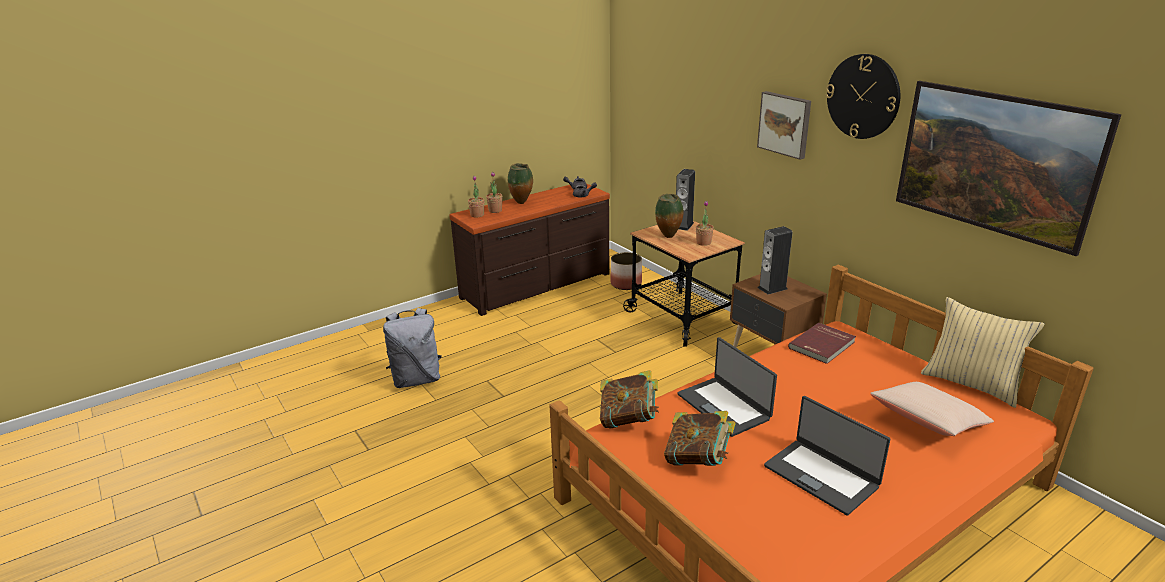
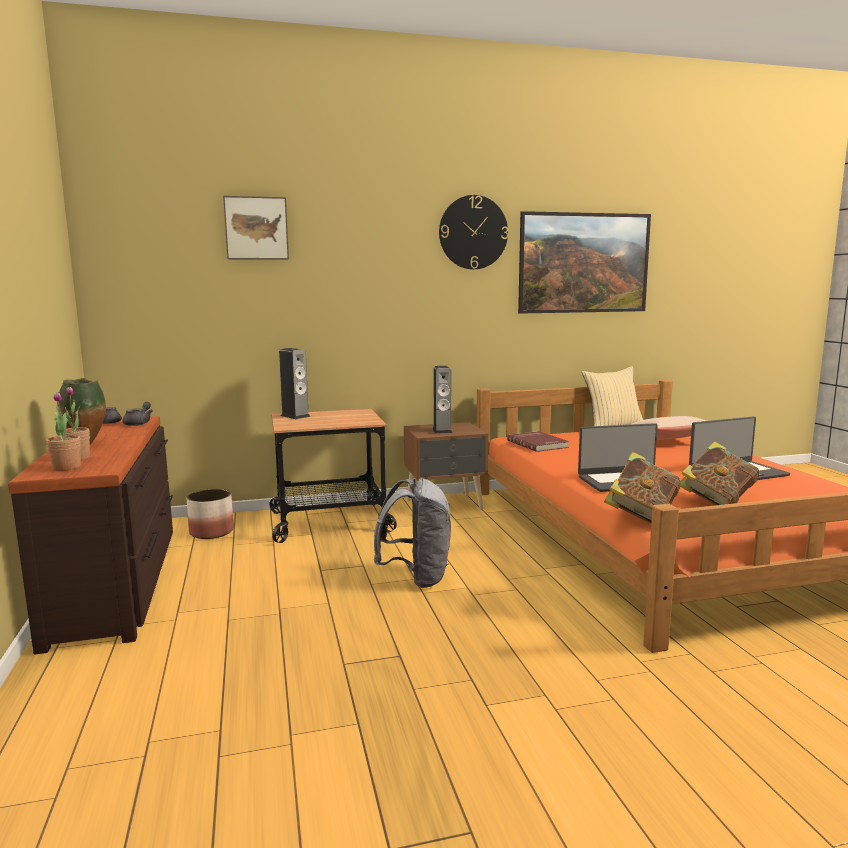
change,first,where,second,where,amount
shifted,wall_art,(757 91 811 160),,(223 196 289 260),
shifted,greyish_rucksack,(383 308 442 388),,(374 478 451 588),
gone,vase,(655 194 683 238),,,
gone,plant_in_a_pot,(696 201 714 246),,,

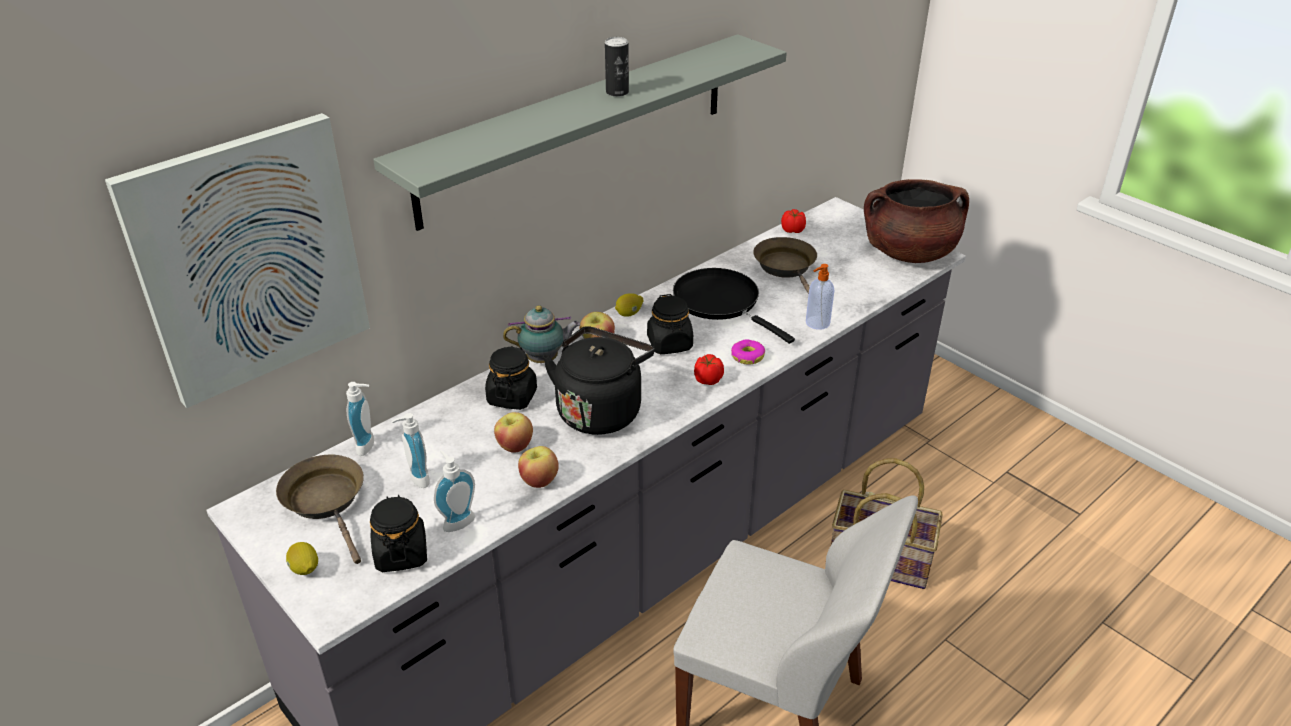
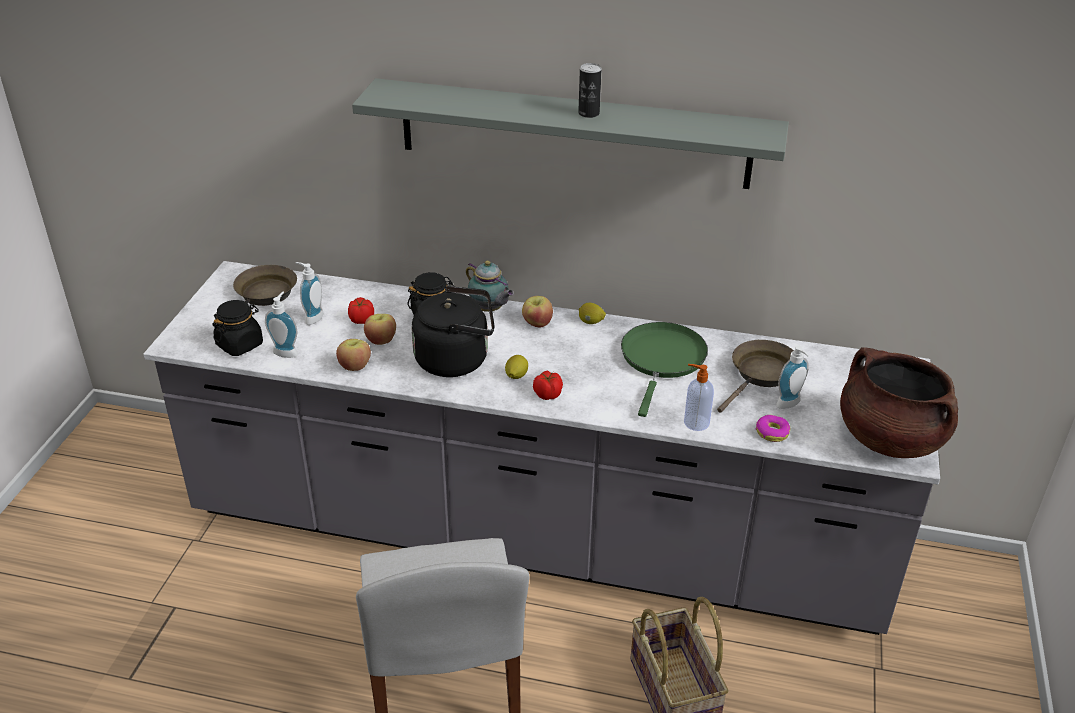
change,first,where,second,where,amount
shifted,tomato,(781 209 806 233),,(348 297 374 324),
shifted,lemon,(286 542 318 575),,(505 355 528 379),
repainted,black-coloured_skillet,(673 268 795 344),greenish_skillet,(621 322 708 417),
shifted,ring_doughnut,(731 339 765 365),,(756 415 790 442),
shifted,soap_dispenser,(346 382 374 456),,(776 345 809 409),
gone,wall_art,(105 113 370 408),,,
gone,black-coloured_jar,(647 294 693 354),,,

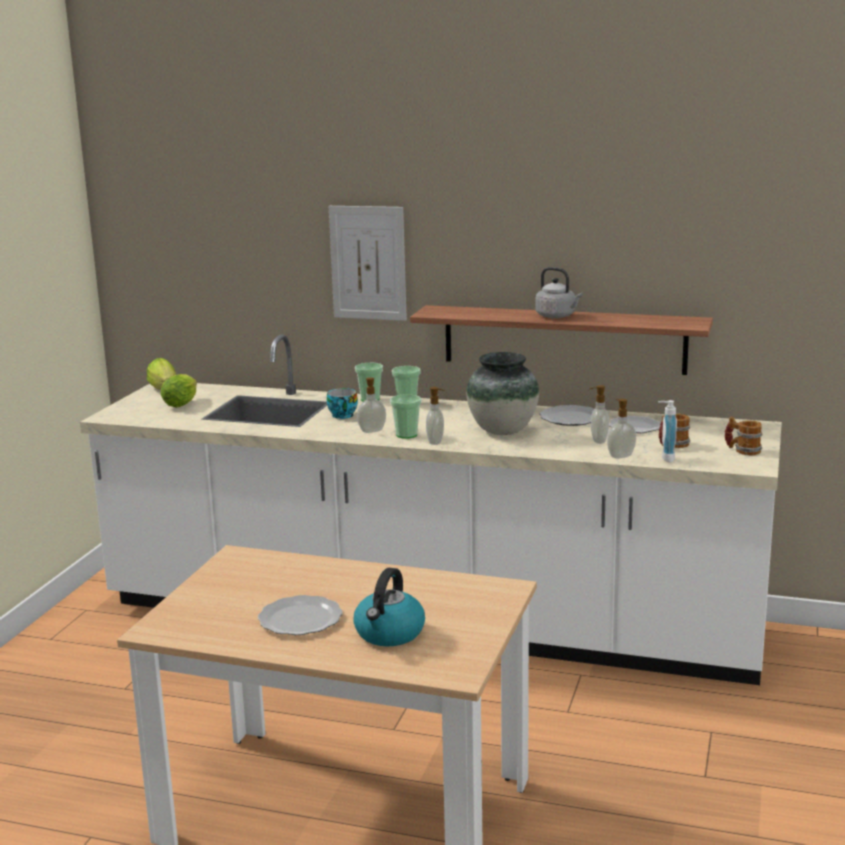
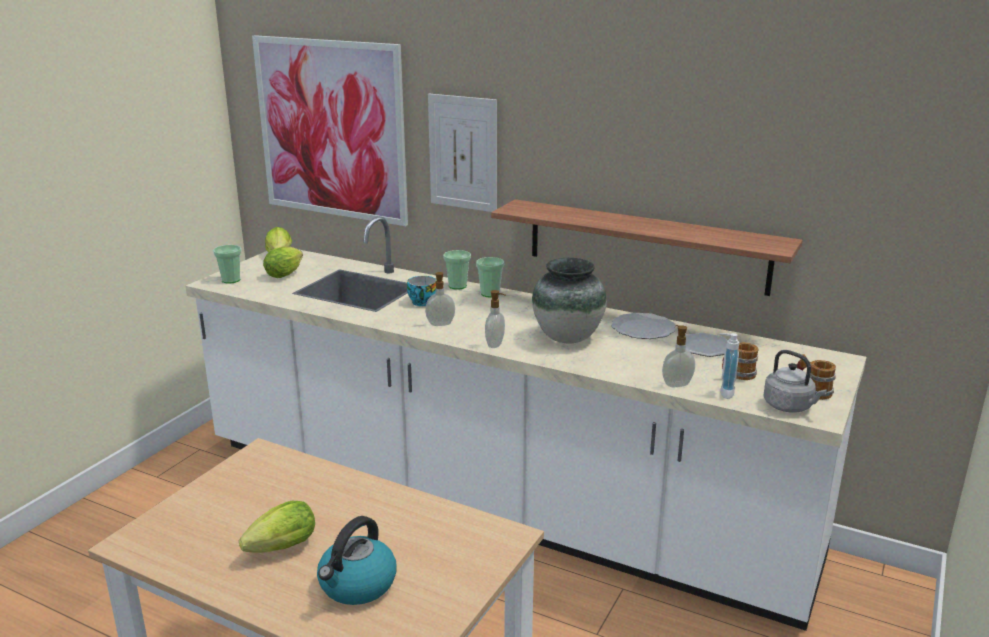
change,first,where,second,where,amount
shifted,cup,(390 394 421 439),,(213 245 242 284),
swapped,flat_dish,(258 595 343 635),head_of_lettuce,(239 501 315 553),
new,,,wall_art,(252 35 408 226),
shifted,greyish_water_kettle,(535 267 583 318),,(764 350 827 413),
gone,soap_dispenser,(590 385 609 444),,,

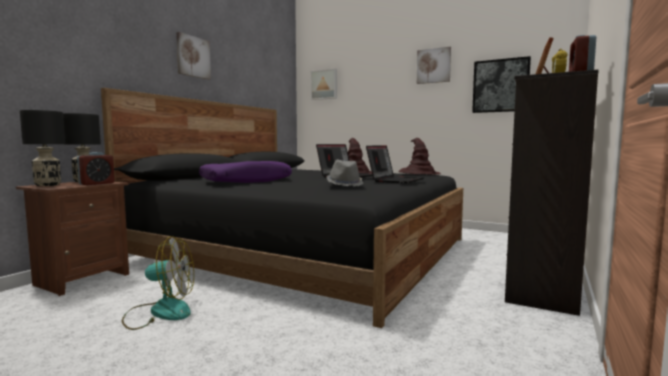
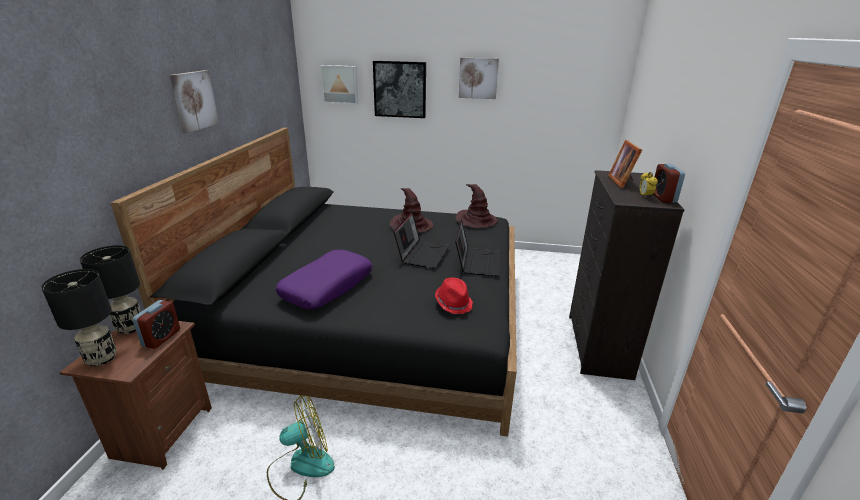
change,first,where,second,where,amount
shifted,wall_art,(472 56 531 113),,(373 61 426 118),
repainted,greyish_wearable_hat,(326 159 363 186),red_wearable_hat,(435 277 473 314),

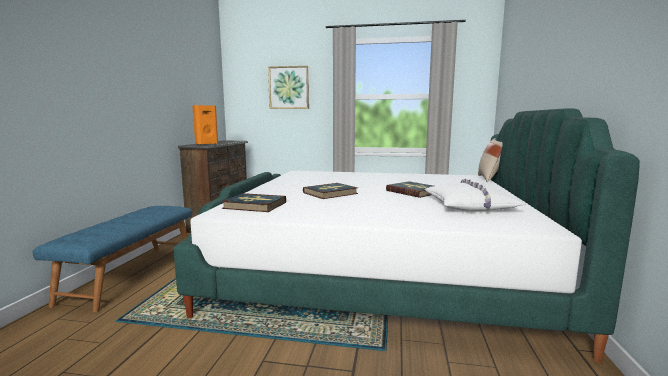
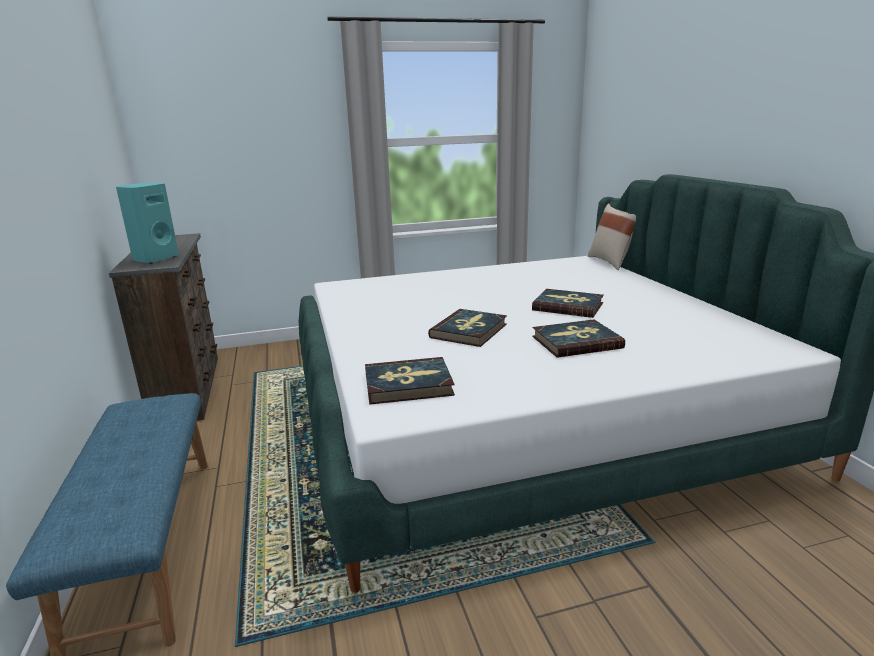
change,first,where,second,where,amount
repainted,orangey_speaker,(193 105 218 145),blue-green_speaker,(116 183 179 264),
new,,,book,(532 319 625 358),
gone,wall_art,(268 66 309 109),,,
gone,whitish_cushion,(425 179 527 211),,,

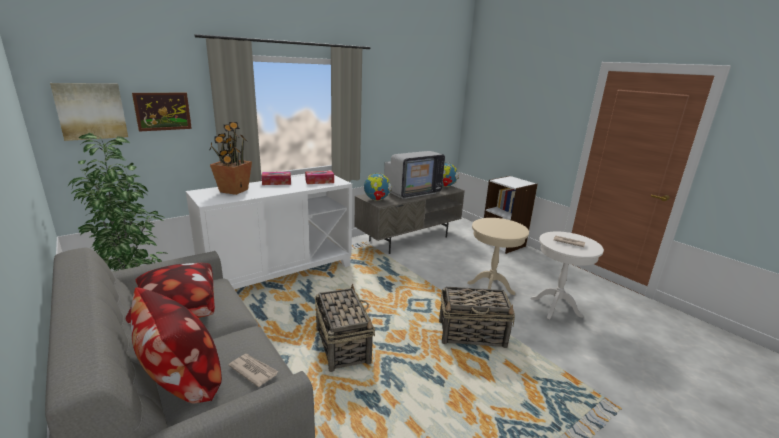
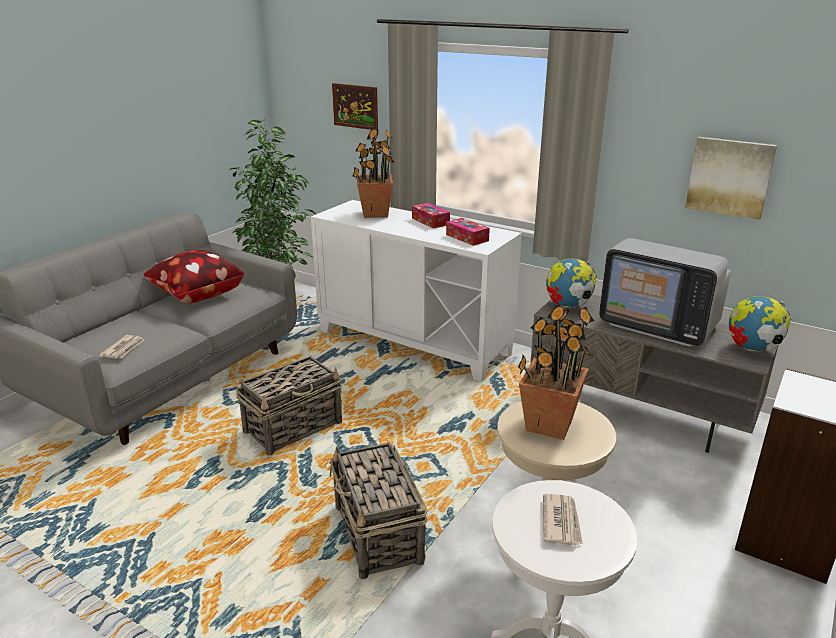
change,first,where,second,where,amount
new,,,plant_in_a_pot,(518 304 595 440),
shifted,wall_art,(50 83 128 141),,(685 137 777 220),
gone,cushion,(131 287 222 404),,,

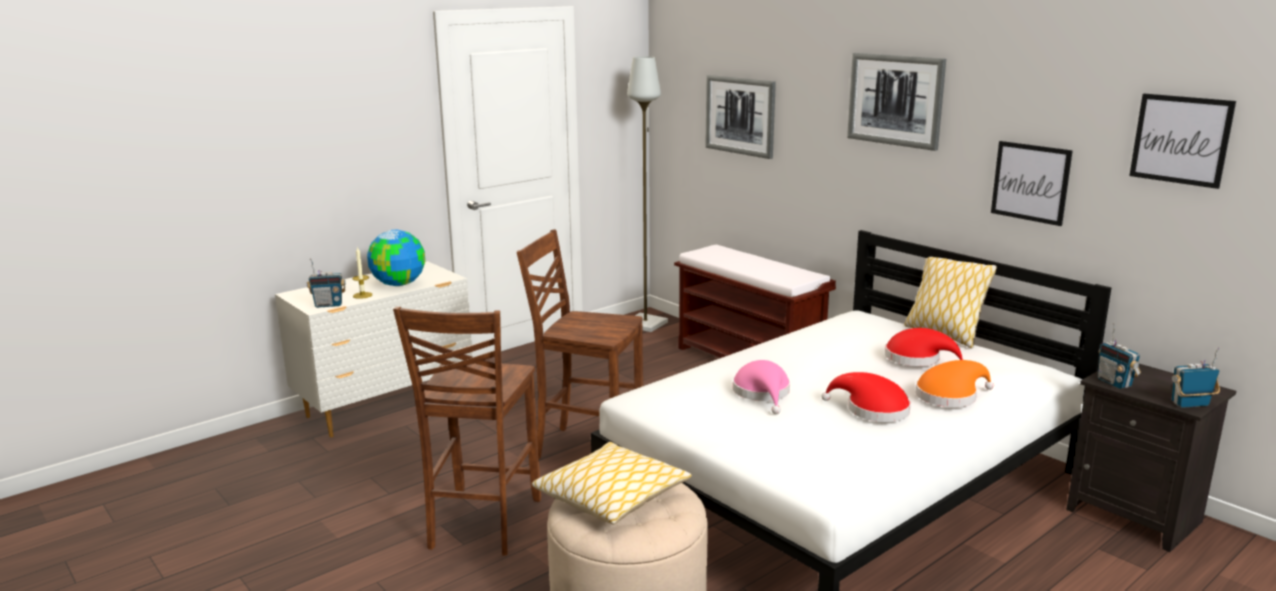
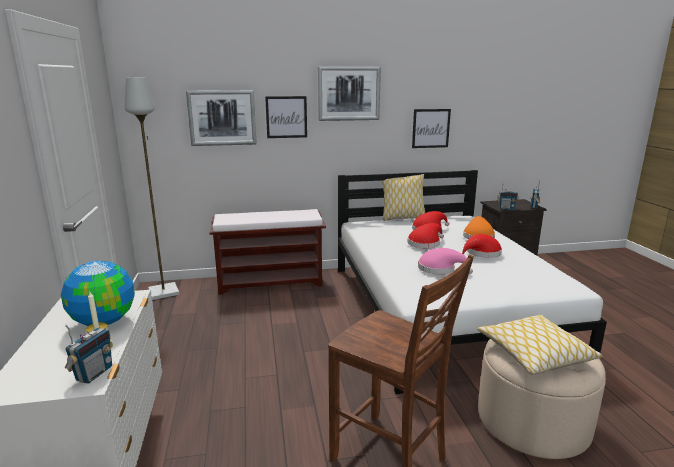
change,first,where,second,where,amount
shifted,wall_art,(1129 94 1236 189),,(265 96 307 138),
new,,,red_wearable_hat,(407 223 444 248),
gone,brown-coloured_upright_chair,(517 229 643 459),,,

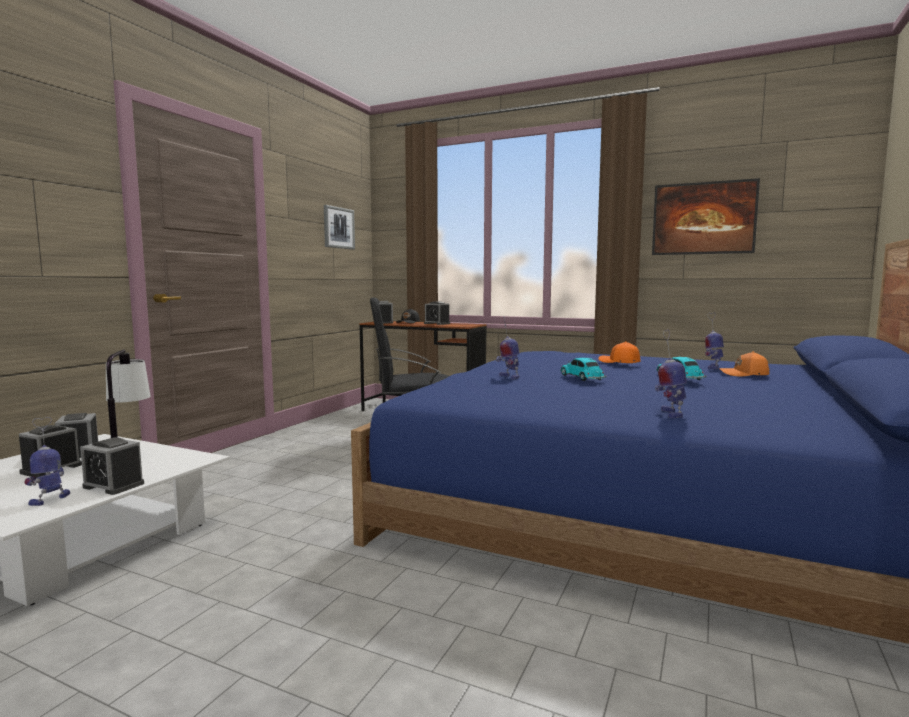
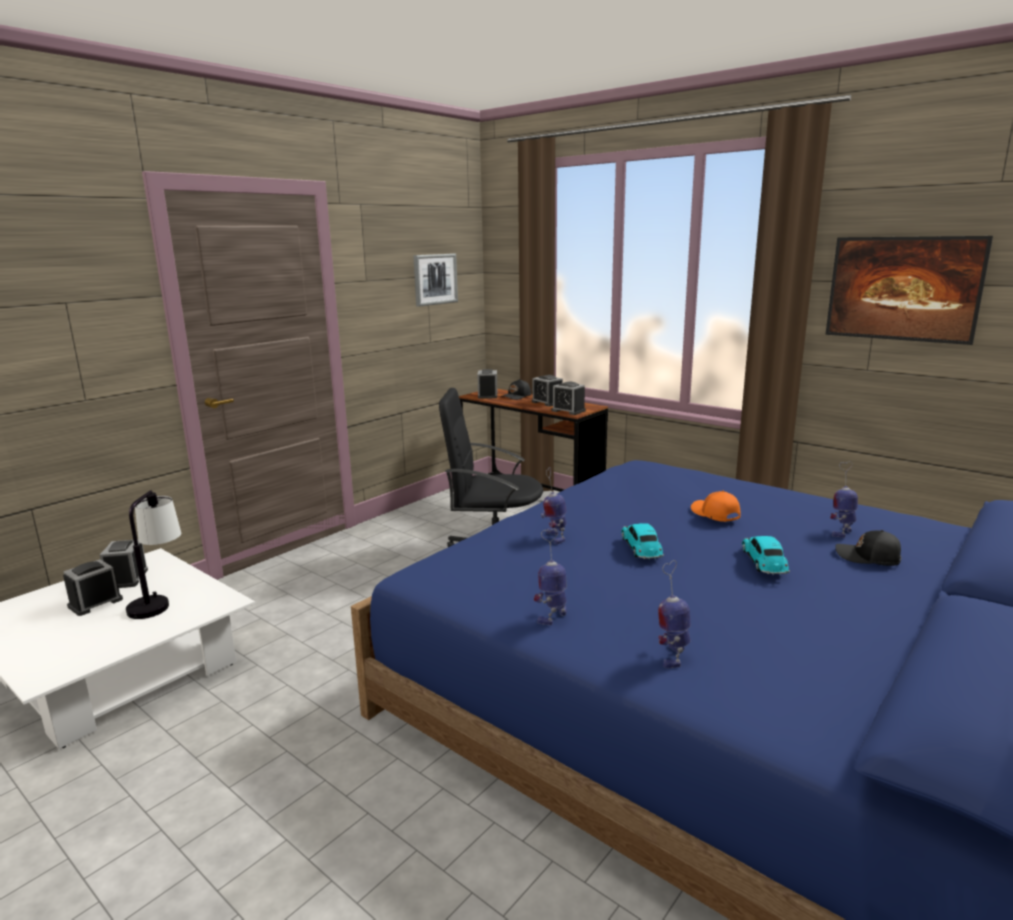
change,first,where,second,where,amount
shifted,model_robot,(25 417 70 506),,(534 529 567 625),
shifted,bedside_clock,(80 437 144 495),,(552 382 586 415),
repainted,orangey_baseball_cap,(719 351 769 376),black-coloured_baseball_cap,(835 530 901 566),

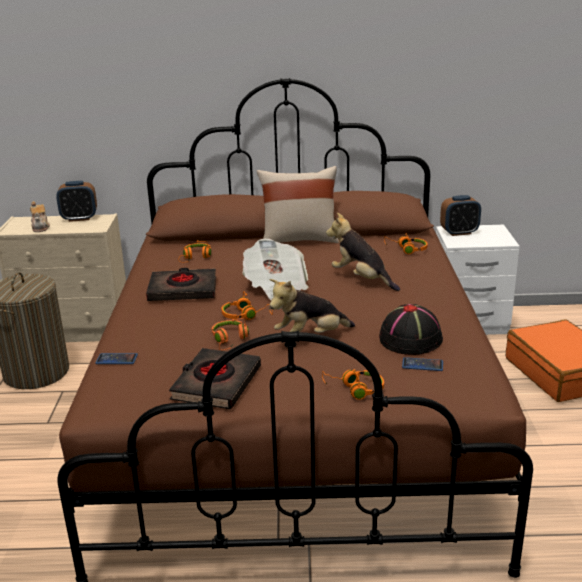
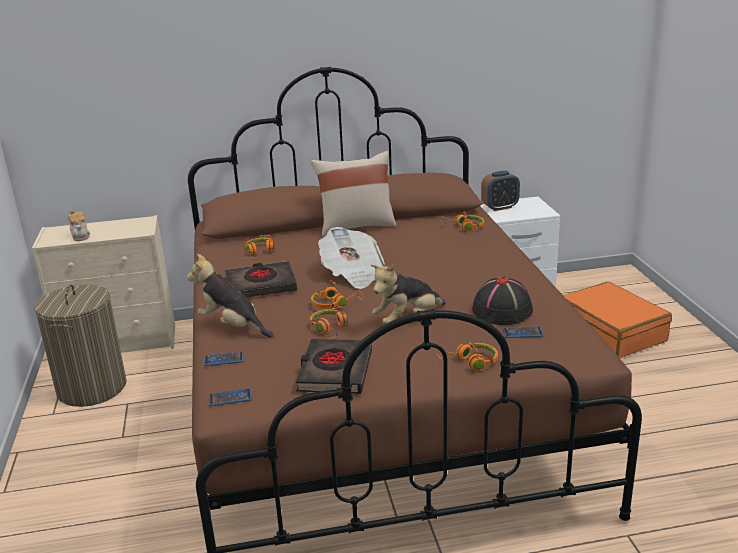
change,first,where,second,where,amount
shifted,soft_toy,(326 213 400 291),,(187 254 274 338),
new,,,phone,(209 388 252 406),
gone,bedside_clock,(56 181 97 222),,,

